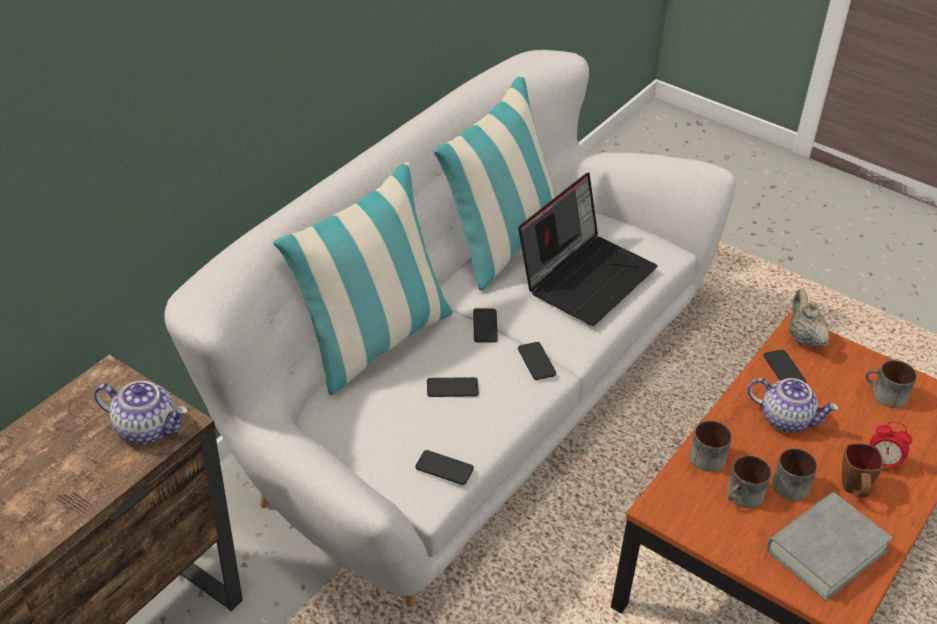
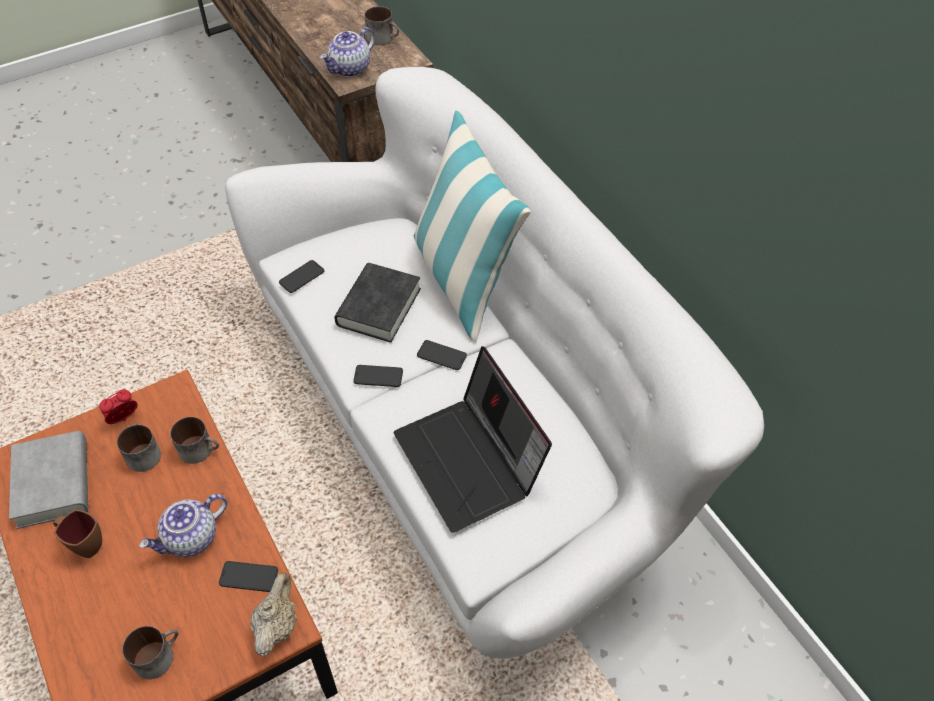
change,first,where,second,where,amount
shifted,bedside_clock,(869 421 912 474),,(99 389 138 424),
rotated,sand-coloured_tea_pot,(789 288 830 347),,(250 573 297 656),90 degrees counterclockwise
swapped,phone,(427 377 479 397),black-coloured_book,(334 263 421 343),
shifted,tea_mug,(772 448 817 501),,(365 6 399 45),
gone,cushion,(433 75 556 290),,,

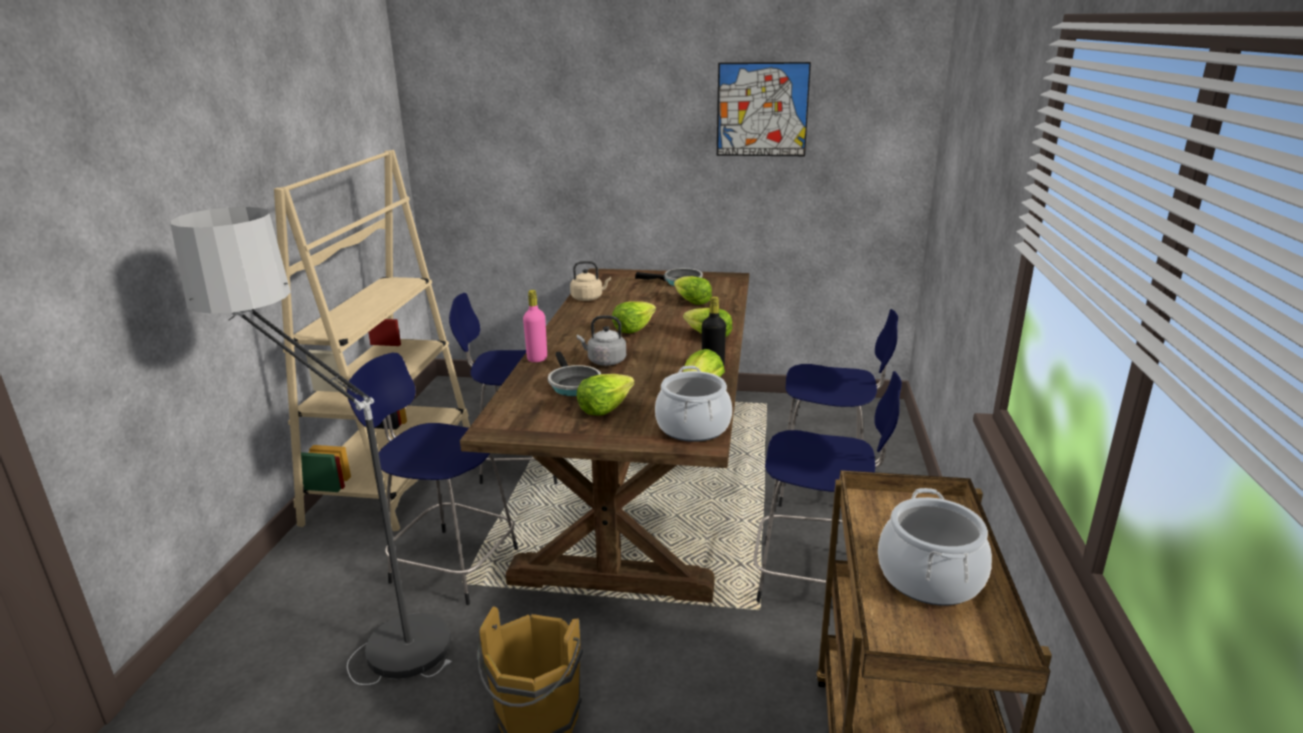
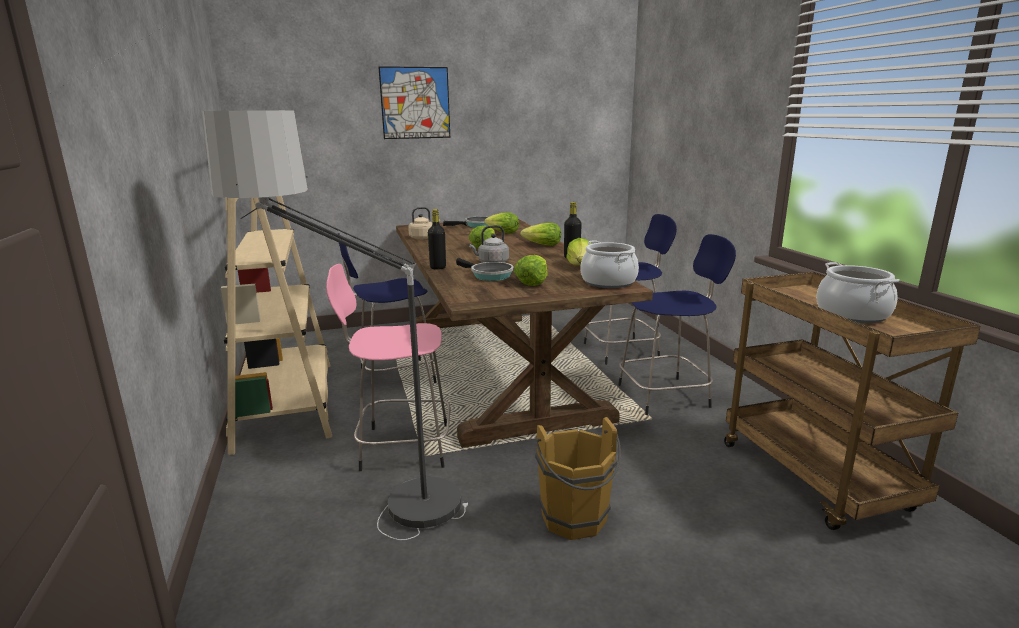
change,first,where,second,where,amount
repainted,blue_sitting_stool,(347 353 518 605),pinkish_sitting_stool,(326 264 451 471),
shifted,wall_art,(717 62 811 156),,(378 66 450 139),
repainted,pinkish_bottle,(523 290 547 362),black-coloured_bottle,(428 209 446 270),

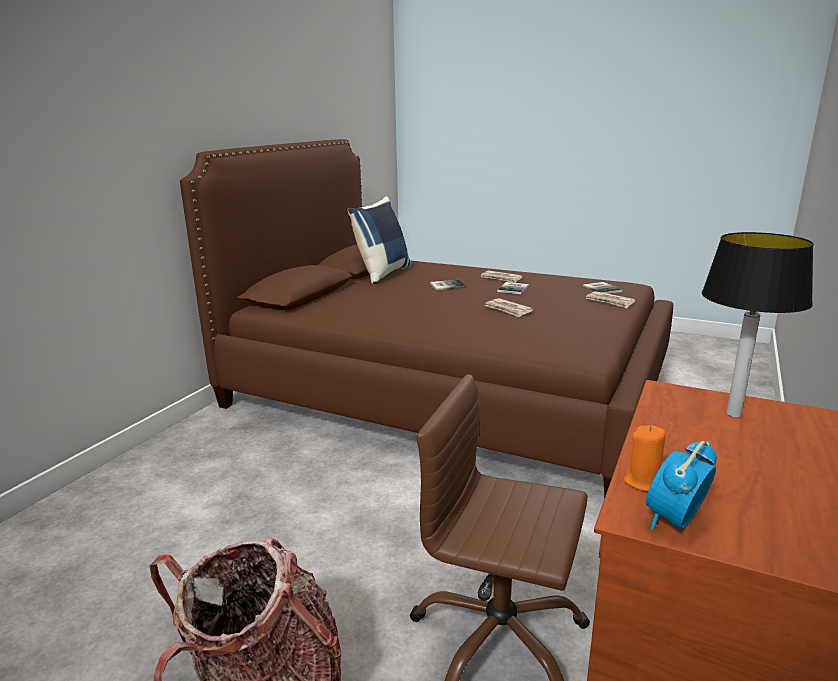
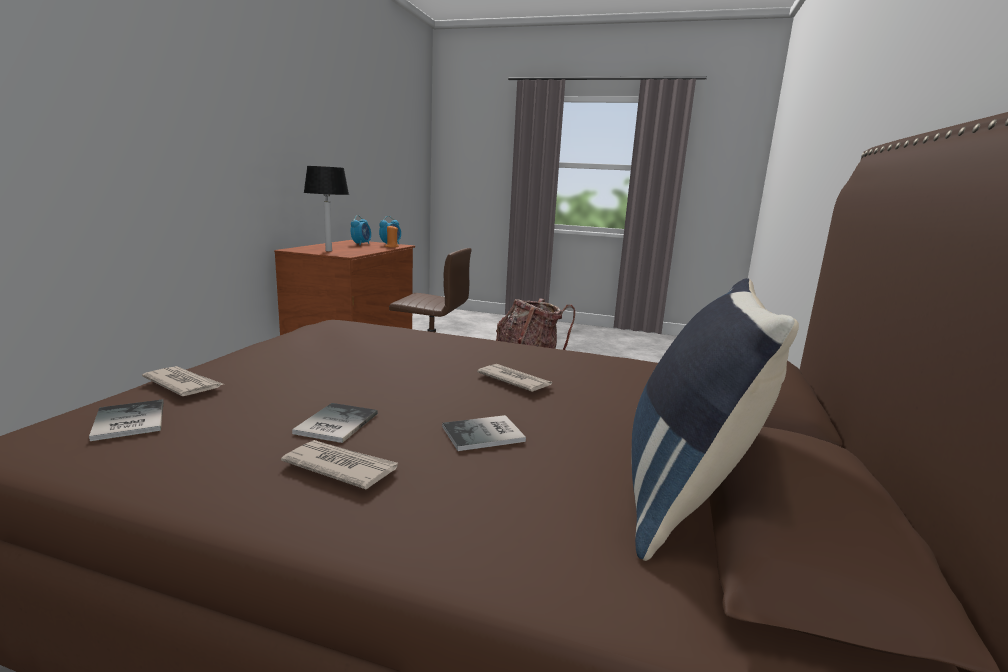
change,first,where,second,where,amount
new,,,bedside_clock,(351 215 371 245),
shifted,newspaper,(484 298 533 318),,(477 364 552 392),

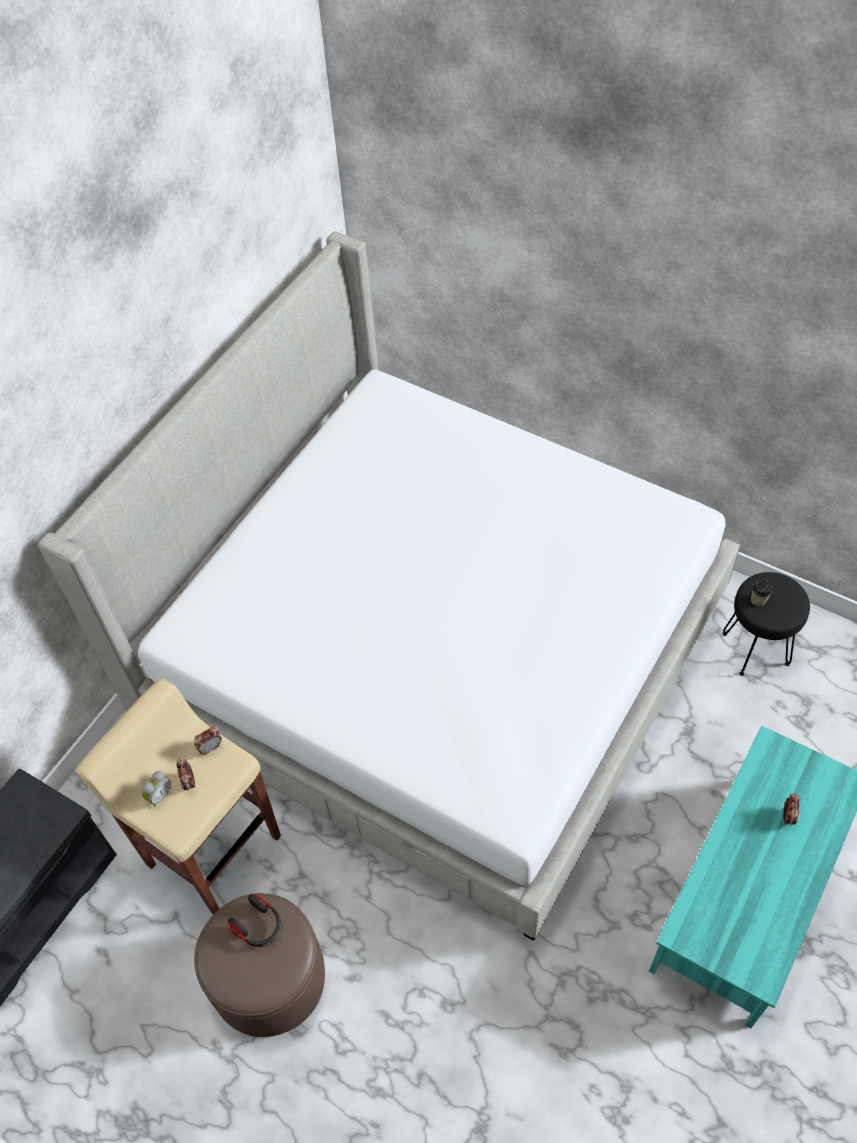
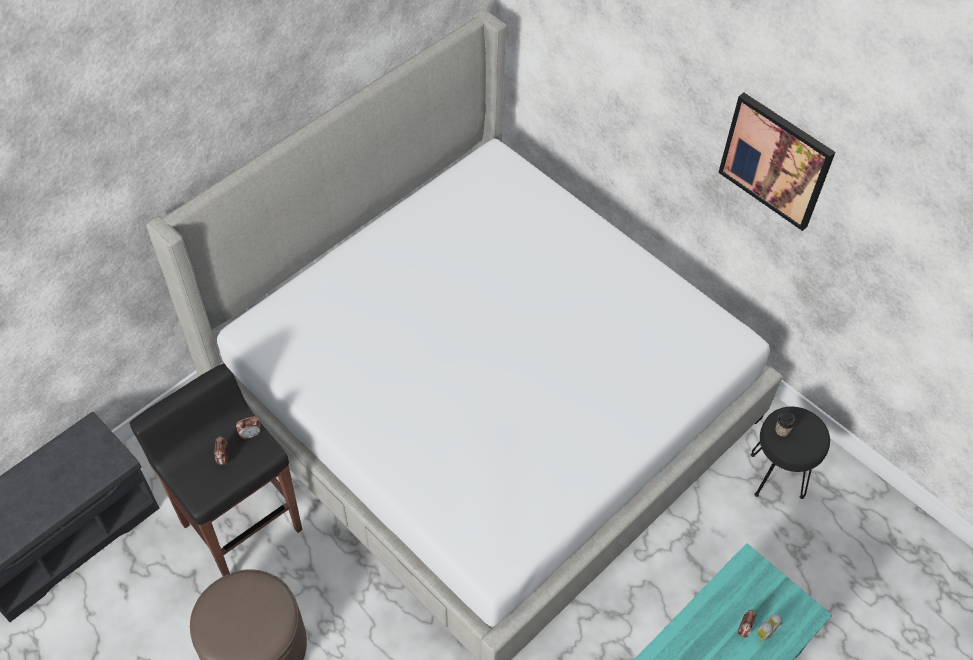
change,first,where,second,where,amount
repainted,sand-coloured_sitting_stool,(76 678 281 915),black-coloured_sitting_stool,(129 364 302 576),
new,,,wall_art,(718 93 835 231),
shifted,bedside_clock,(142 771 171 807),,(757 613 782 642),
gone,pair_of_headphones,(228 894 281 947),,,

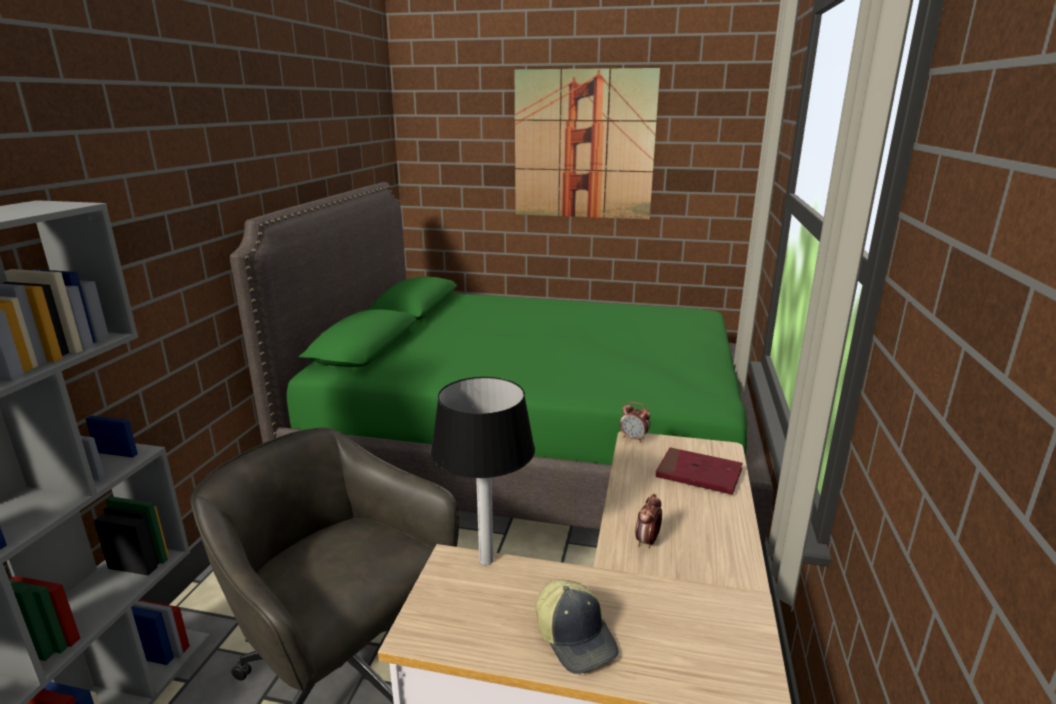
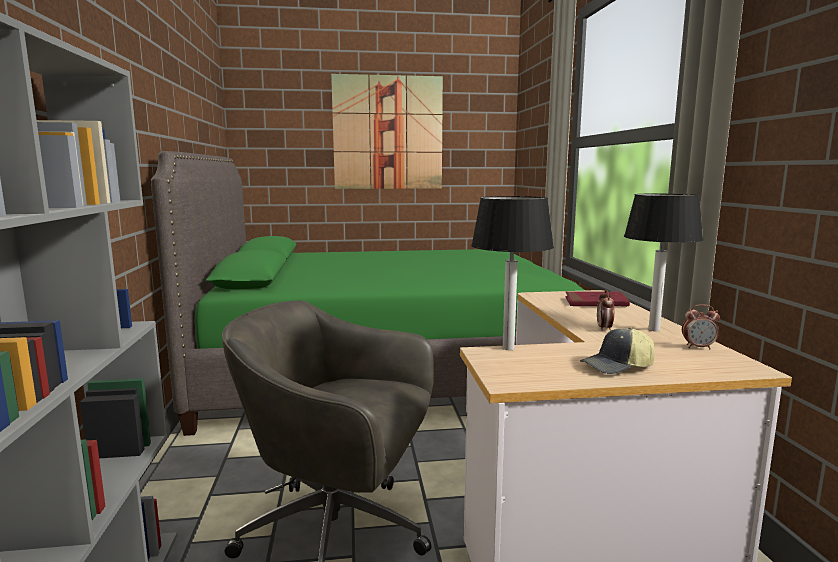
change,first,where,second,where,amount
rotated,baseball_cap,(536 579 618 674),,(580 327 654 374),120 degrees clockwise
new,,,tabletop_lamp,(624 194 703 331),
shifted,bedside_clock,(620 402 651 442),,(682 304 720 349),

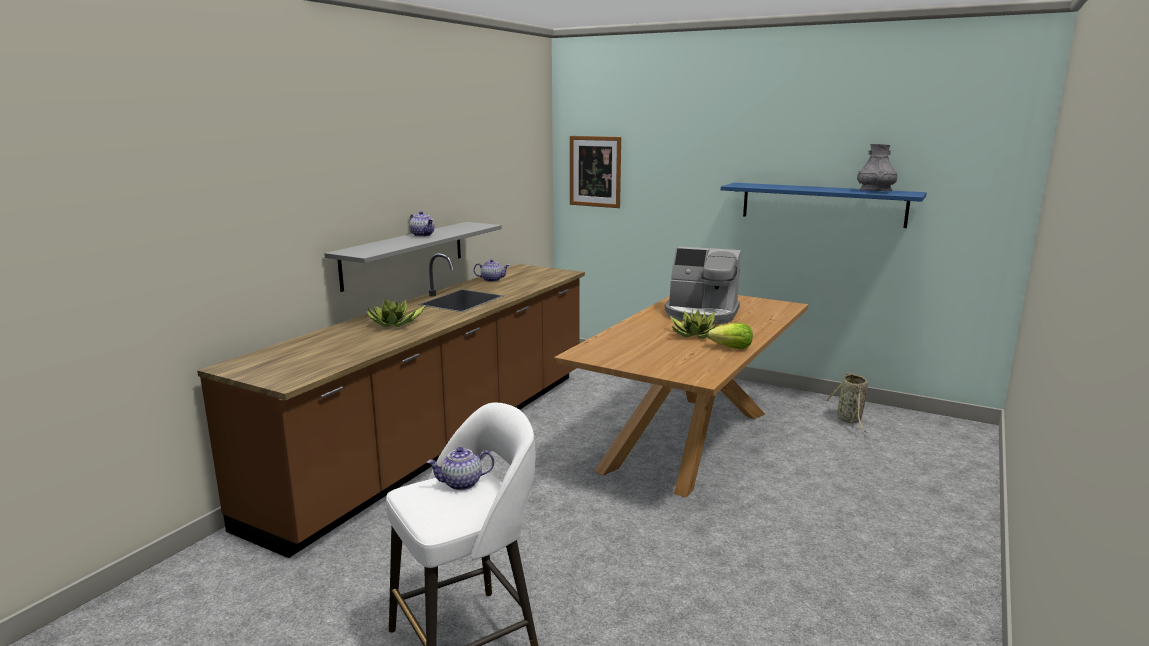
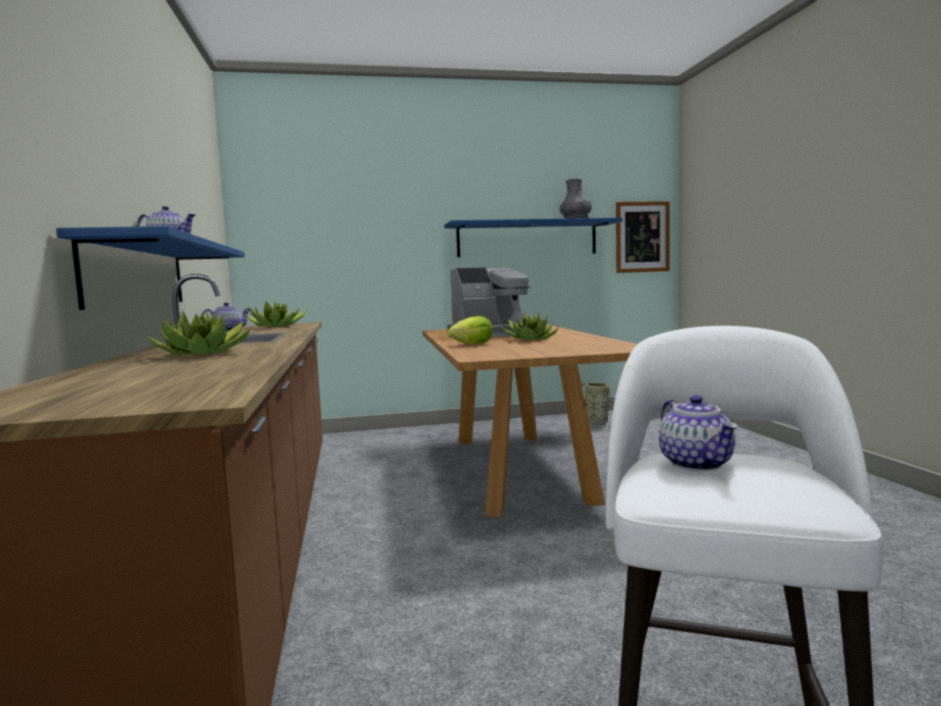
change,first,where,second,where,amount
repainted,greyish_bracket_shelf,(324 222 502 292),blue_bracket_shelf,(56 226 245 310),
new,,,plant_in_a_pot,(248 301 307 327),
shifted,head_of_lettuce,(707 323 753 349),,(448 316 493 344),
shifted,wall_art,(570 136 621 208),,(616 201 670 273),
rotated,tea_pot,(427 447 494 490),,(659 395 738 471),45 degrees counterclockwise

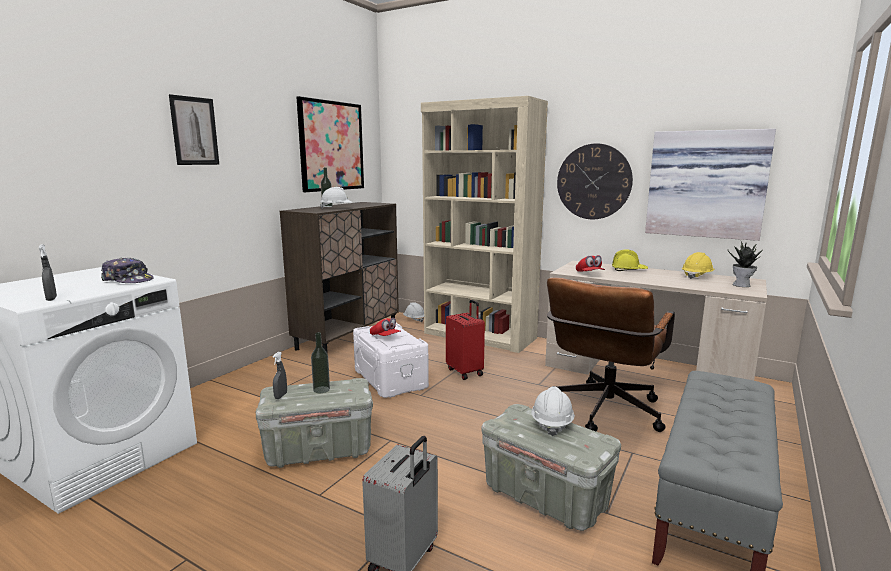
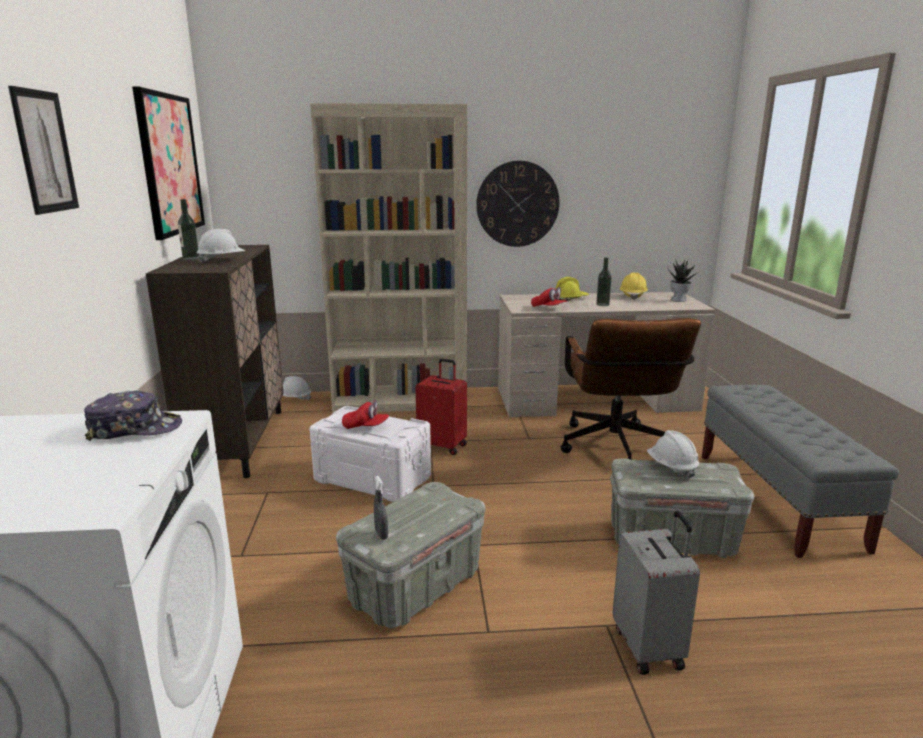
change,first,where,second,where,amount
shifted,bottle,(311 332 330 393),,(596 257 612 306),
gone,greyish_sprayer,(39 244 57 301),,,
gone,wall_art,(645 129 776 241),,,

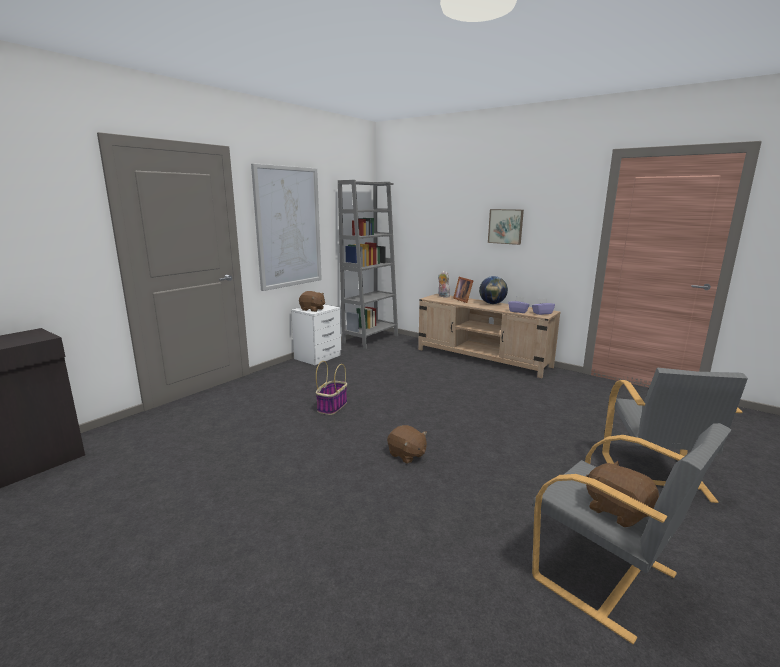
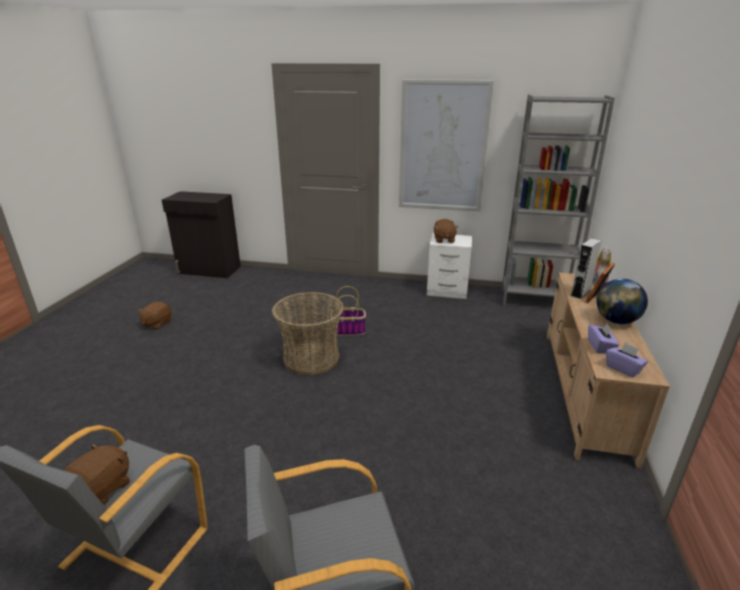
change,first,where,second,where,amount
shifted,brown-coloured_soft_toy,(387 425 427 464),,(138 302 172 329),
new,,,household_basket,(272 292 344 375),
new,,,greyish_speaker,(571 238 602 299),
gone,wall_art,(488 209 524 245),,,

